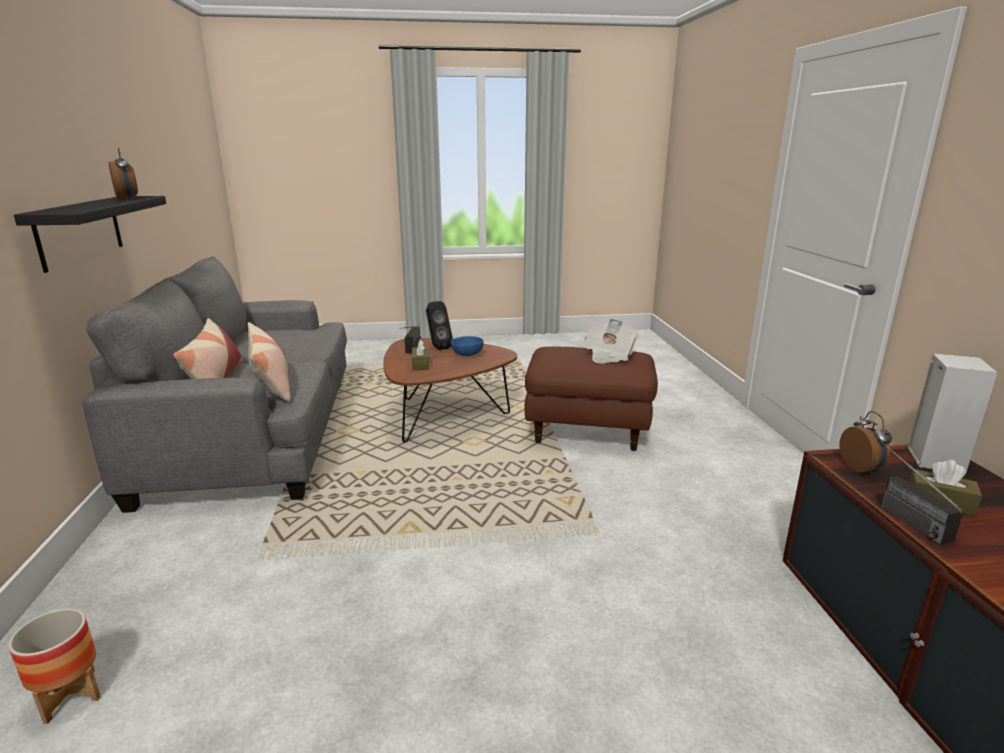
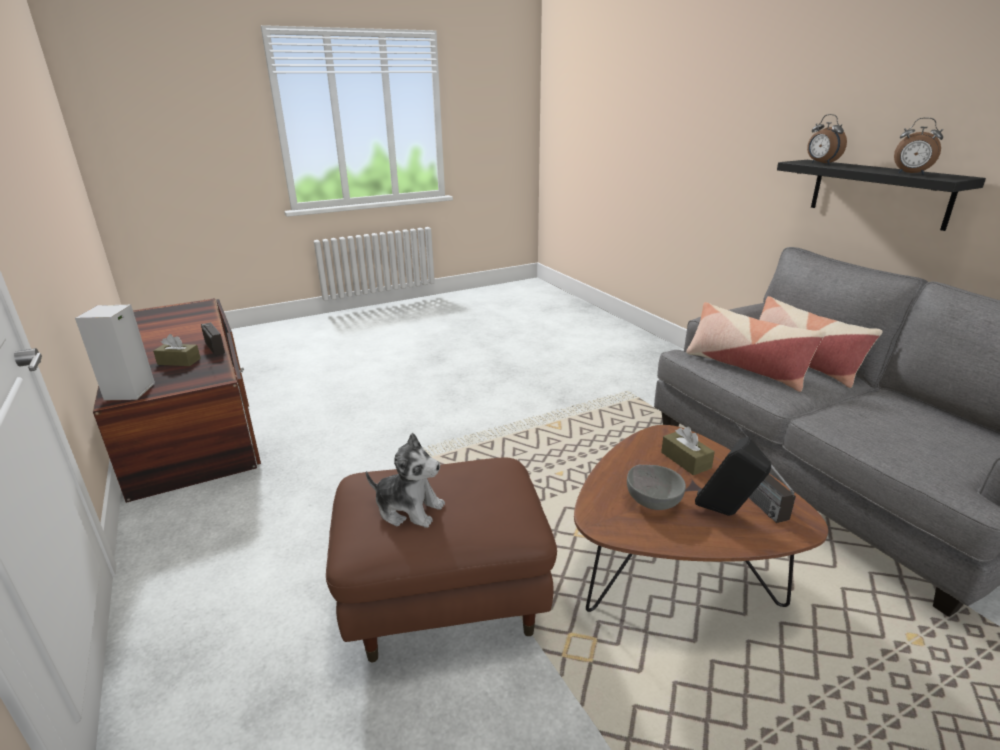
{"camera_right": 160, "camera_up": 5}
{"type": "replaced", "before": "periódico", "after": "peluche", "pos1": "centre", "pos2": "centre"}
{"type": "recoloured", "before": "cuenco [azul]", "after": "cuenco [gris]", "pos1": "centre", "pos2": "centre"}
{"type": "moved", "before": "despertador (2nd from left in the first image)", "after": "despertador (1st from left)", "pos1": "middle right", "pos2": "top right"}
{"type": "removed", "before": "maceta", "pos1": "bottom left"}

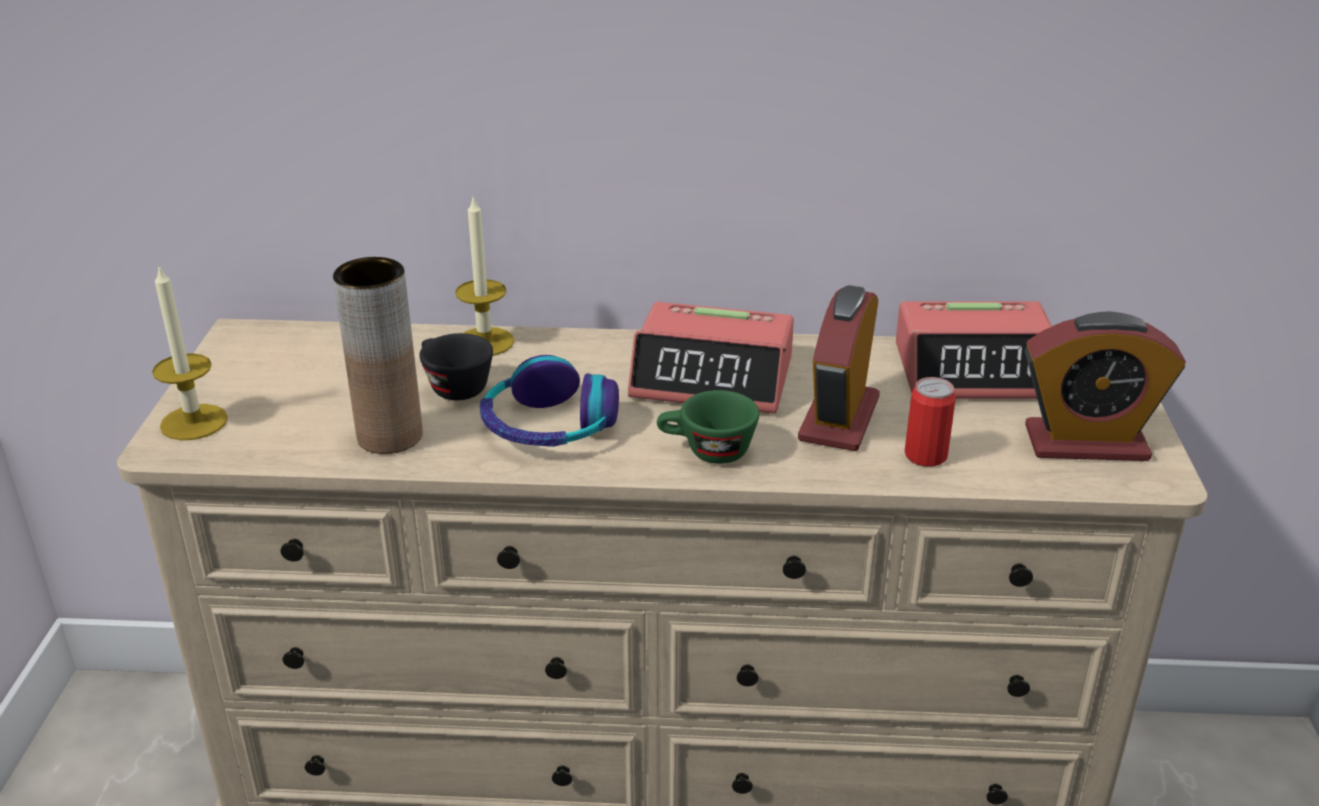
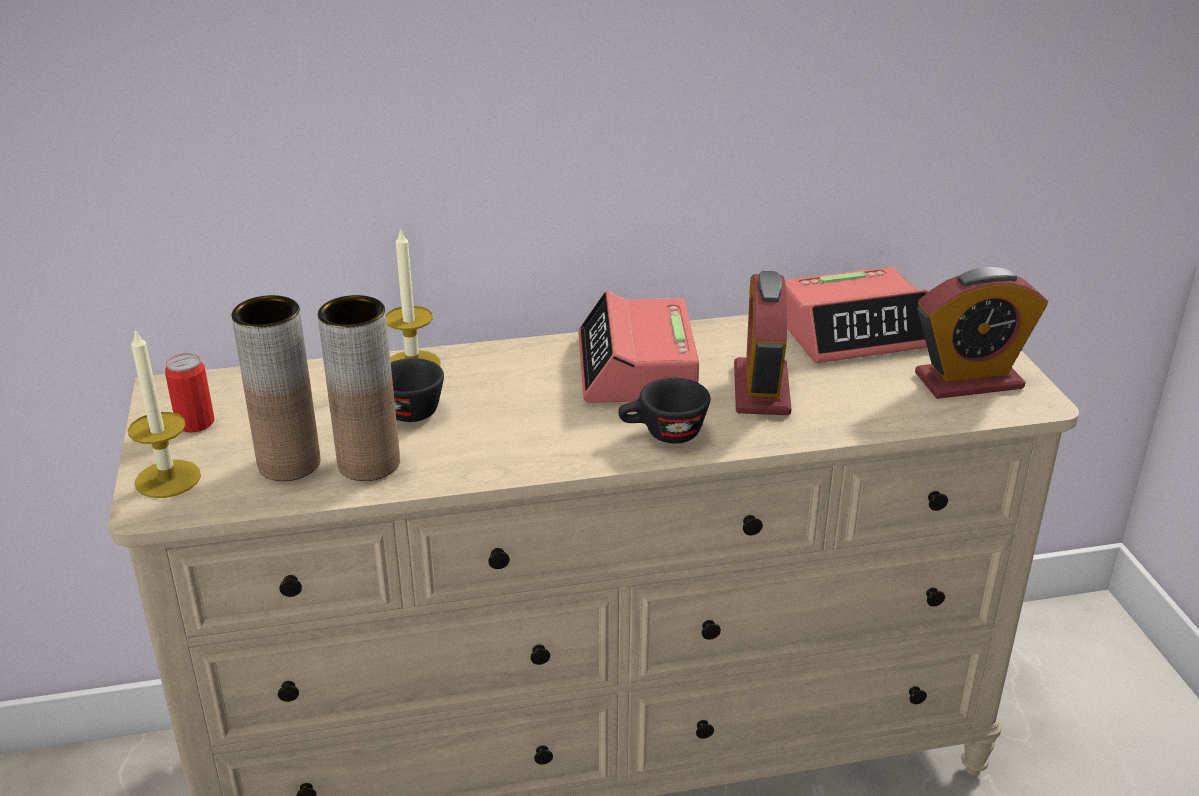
{"camera_right": -15, "camera_up": 0}
{"type": "turned", "before": "despertador (1st from left)", "pos1": "centre", "pos2": "centre", "turn": 90}
{"type": "removed", "before": "auriculares", "pos1": "centre"}
{"type": "moved", "before": "lata", "pos1": "middle right", "pos2": "middle left"}
{"type": "recoloured", "before": "taza [verde]", "after": "taza [negro] (2nd from left)", "pos1": "centre", "pos2": "centre"}
{"type": "added", "after": "florero [marrón] (1st from left)", "pos2": "middle left"}

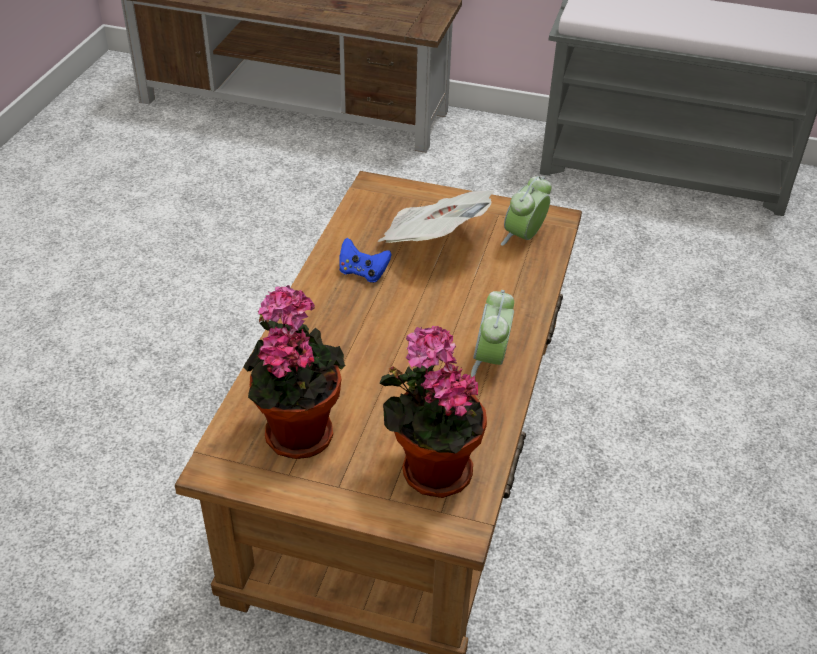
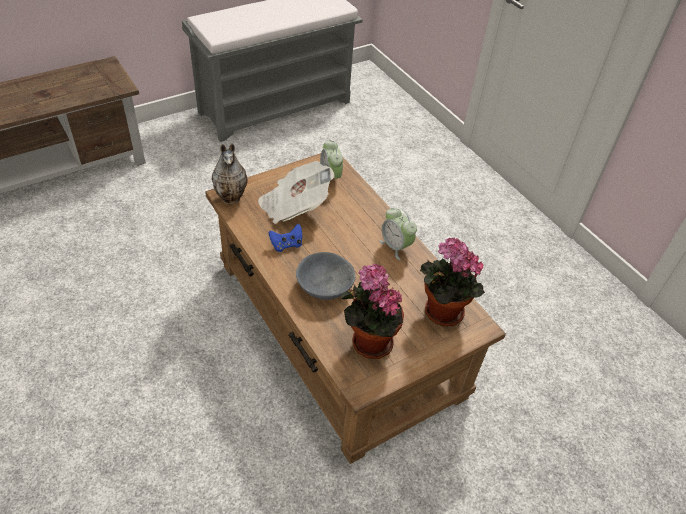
{"camera_right": -50, "camera_up": 5}
{"type": "added", "after": "florero", "pos2": "centre"}
{"type": "added", "after": "cuenco [gris]", "pos2": "centre"}

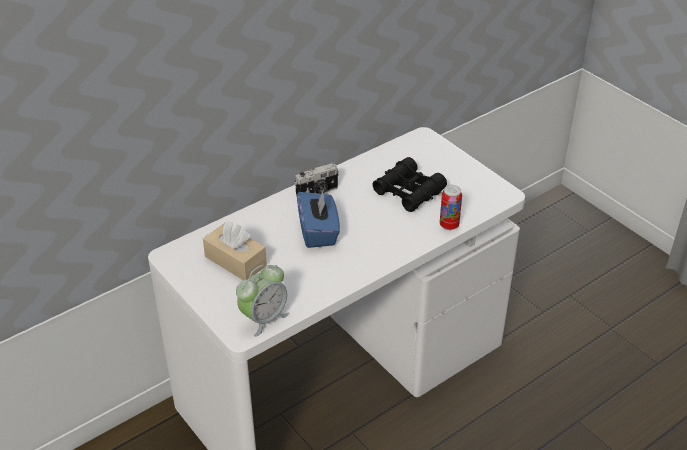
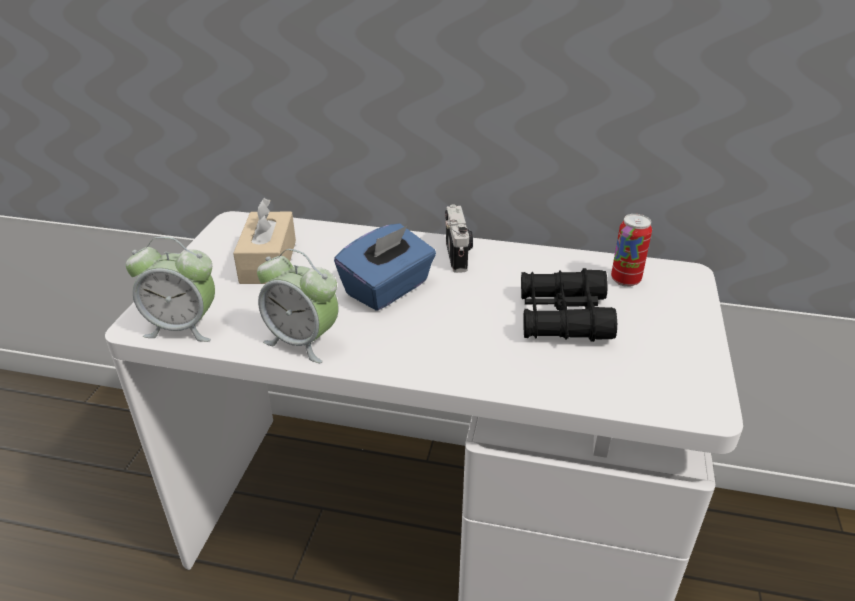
{"camera_right": 50, "camera_up": -5}
{"type": "turned", "before": "cámara", "pos1": "centre", "pos2": "centre", "turn": -120}
{"type": "moved", "before": "lata", "pos1": "centre", "pos2": "middle right"}
{"type": "added", "after": "despertador (2nd from left)", "pos2": "centre"}

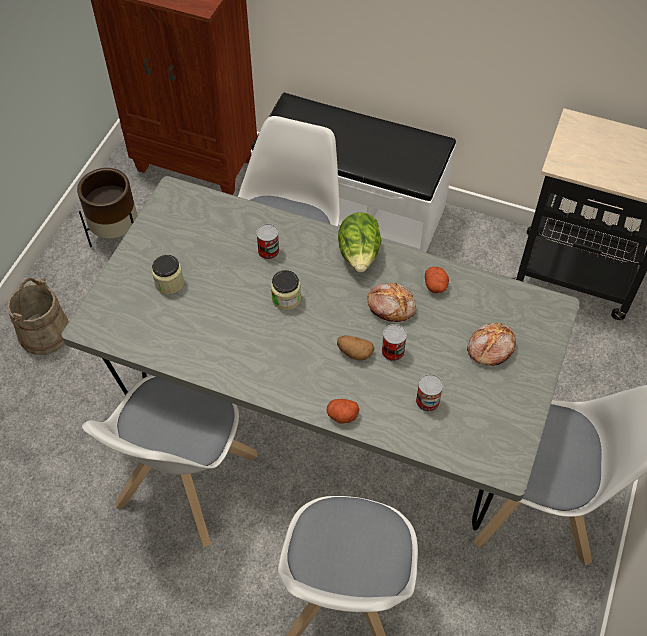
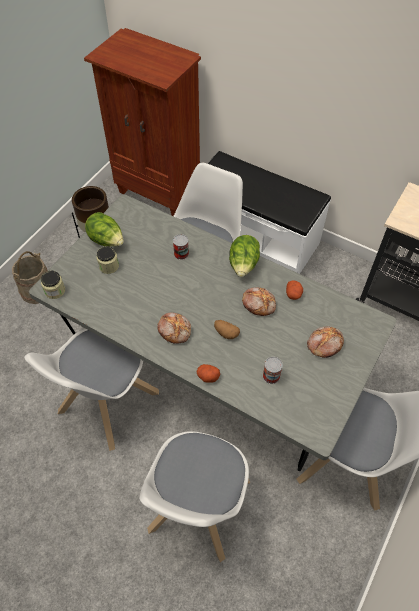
{"camera_right": 10, "camera_up": 0}
{"type": "moved", "before": "tarro (2nd from left in the first image)", "after": "tarro (1st from left)", "pos1": "centre", "pos2": "middle left"}
{"type": "removed", "before": "lata (2nd from left)", "pos1": "centre"}
{"type": "added", "after": "lechuga (1st from left)", "pos2": "middle left"}
{"type": "added", "after": "pan (1st from left)", "pos2": "centre"}

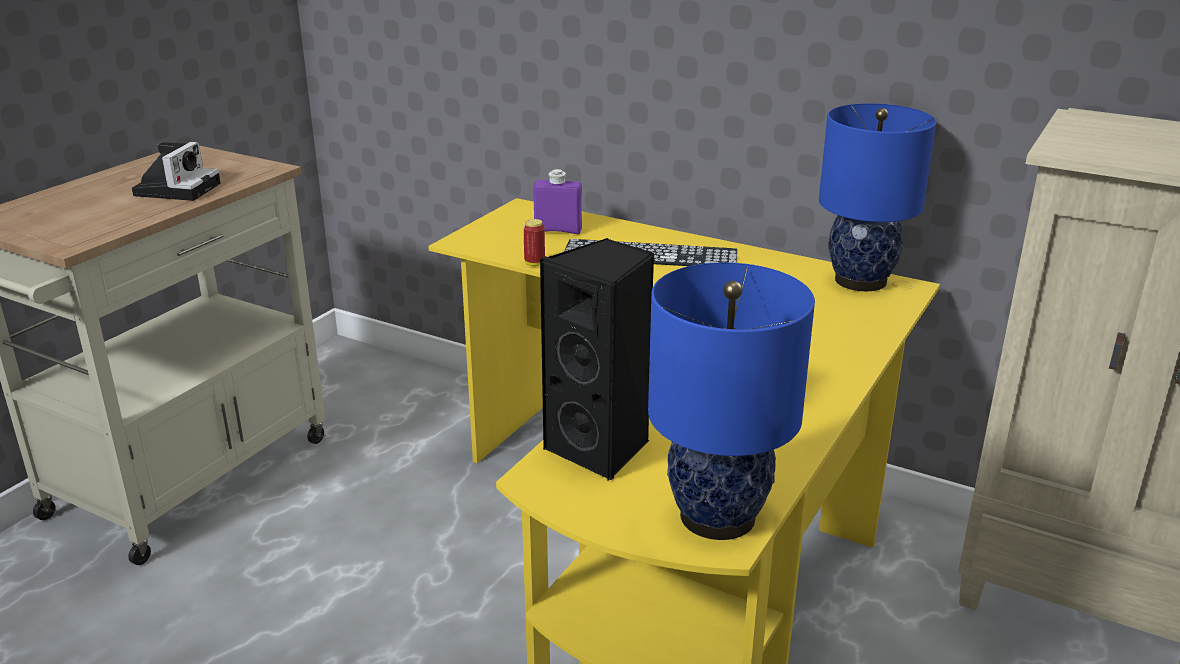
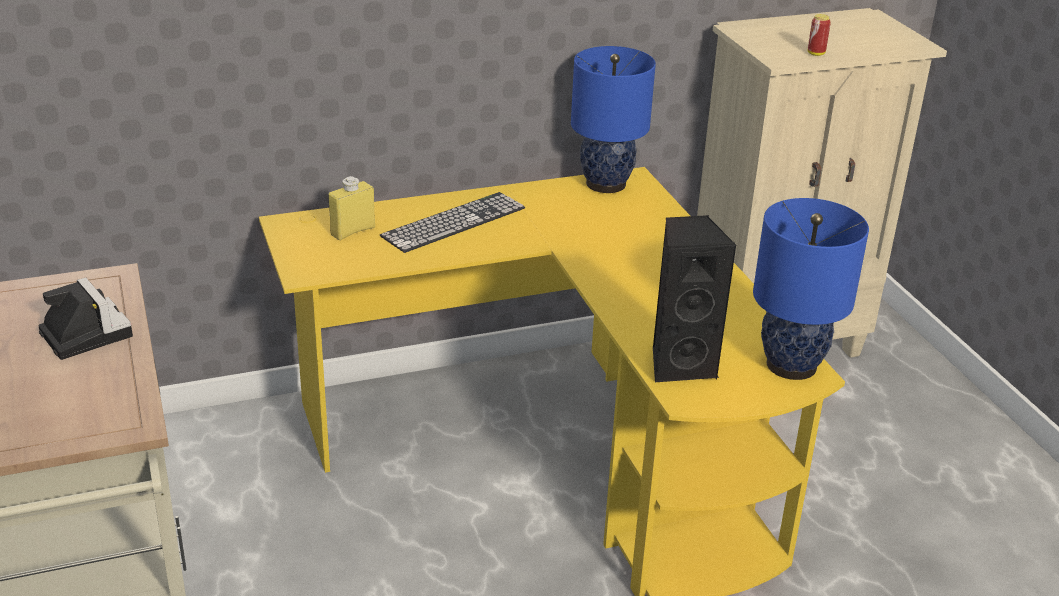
{"camera_right": -50, "camera_up": 5}
{"type": "recoloured", "before": "botella [morado]", "after": "botella [amarillo]", "pos1": "top centre", "pos2": "middle left"}
{"type": "moved", "before": "lata", "pos1": "centre", "pos2": "top right"}

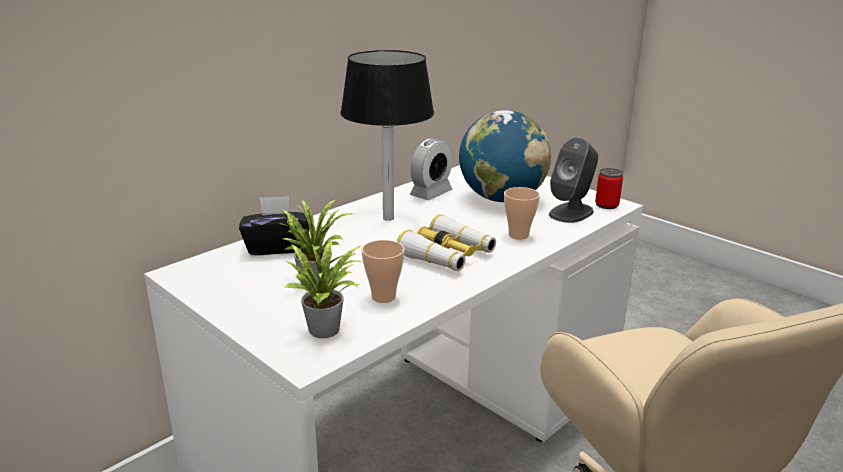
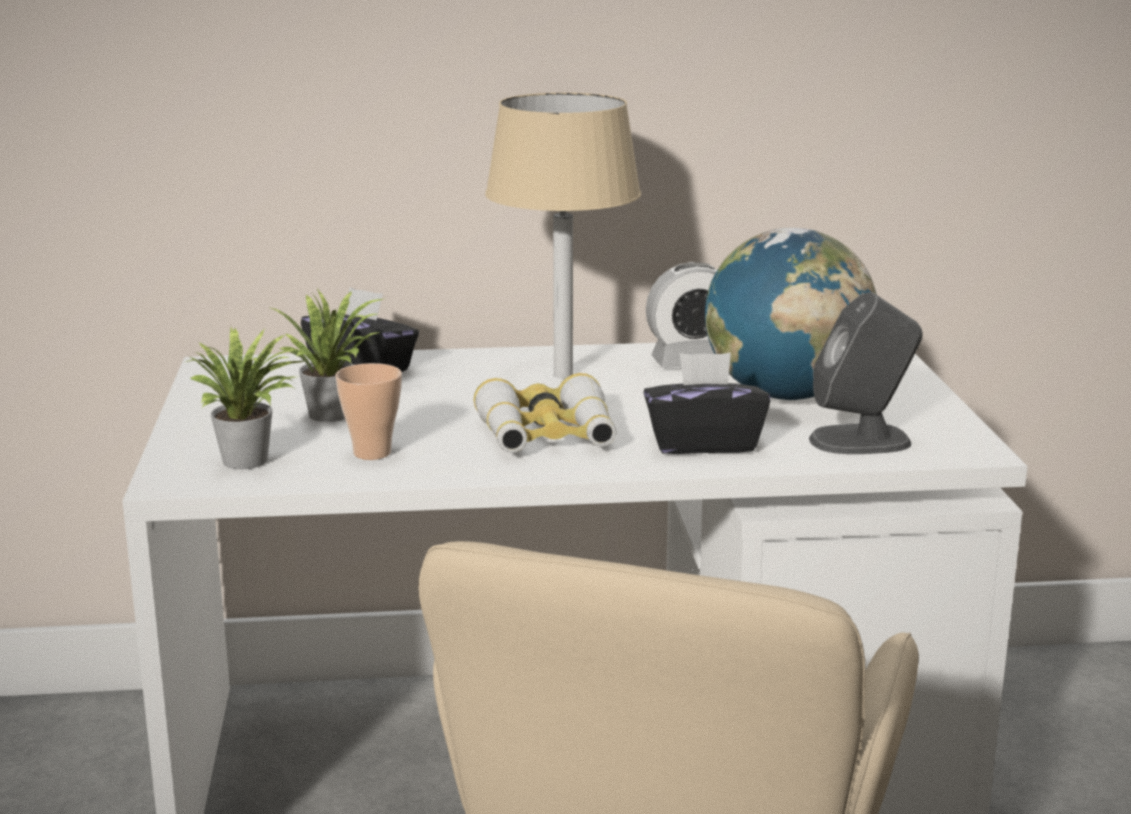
{"camera_right": 40, "camera_up": -5}
{"type": "recoloured", "before": "lámpara de mesa [negro]", "after": "lámpara de mesa [beis]", "pos1": "top centre", "pos2": "top centre"}
{"type": "removed", "before": "lata", "pos1": "middle right"}
{"type": "replaced", "before": "taza (2nd from left)", "after": "caja de pañuelos [negro] (2nd from left)", "pos1": "centre", "pos2": "centre"}

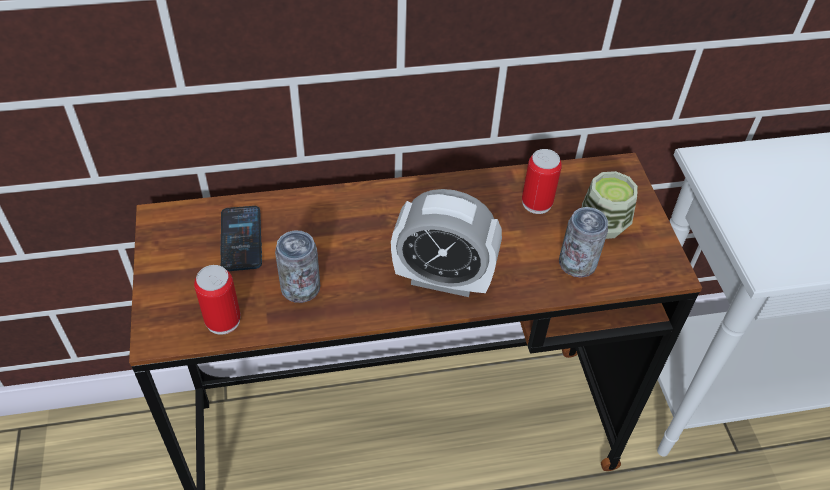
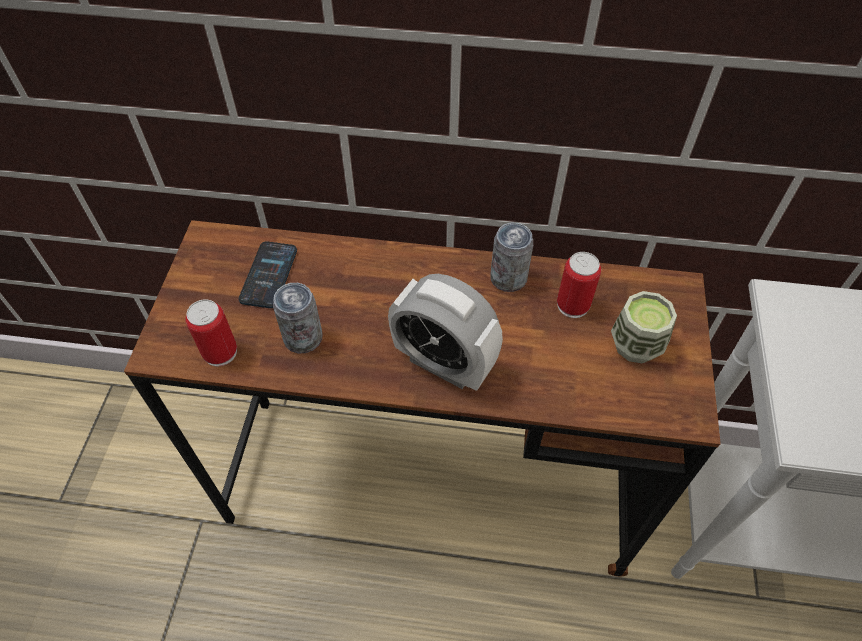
{"camera_right": 20, "camera_up": 5}
{"type": "moved", "before": "lata (4th from left in the first image)", "after": "lata (3rd from left)", "pos1": "middle right", "pos2": "centre"}

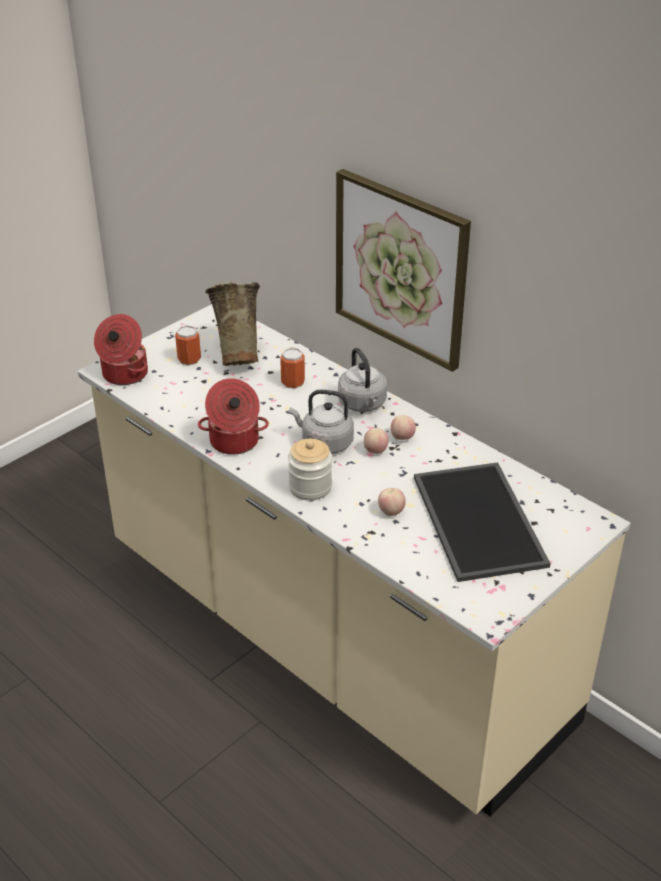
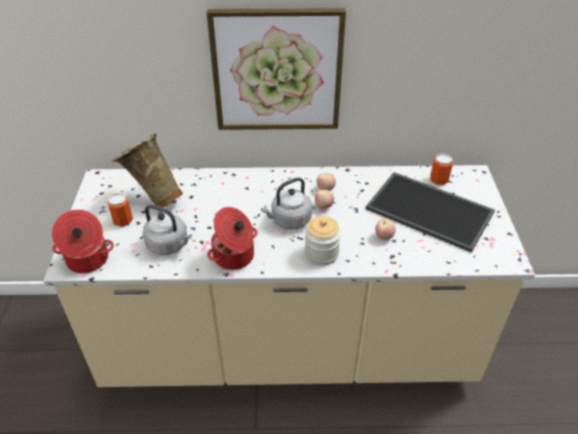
{"camera_right": -45, "camera_up": 5}
{"type": "moved", "before": "lata (2nd from left)", "pos1": "centre", "pos2": "middle right"}
{"type": "moved", "before": "hervidor [gris] (2nd from left in the first image)", "after": "hervidor [gris] (1st from left)", "pos1": "centre", "pos2": "middle left"}

